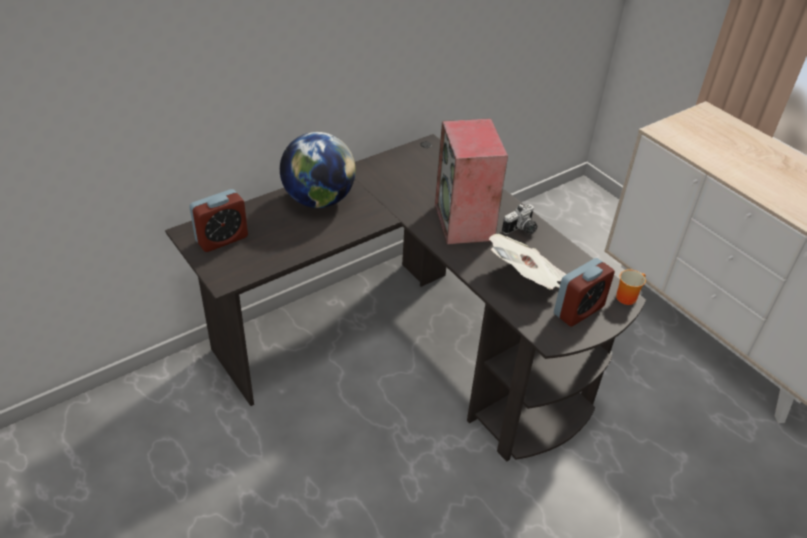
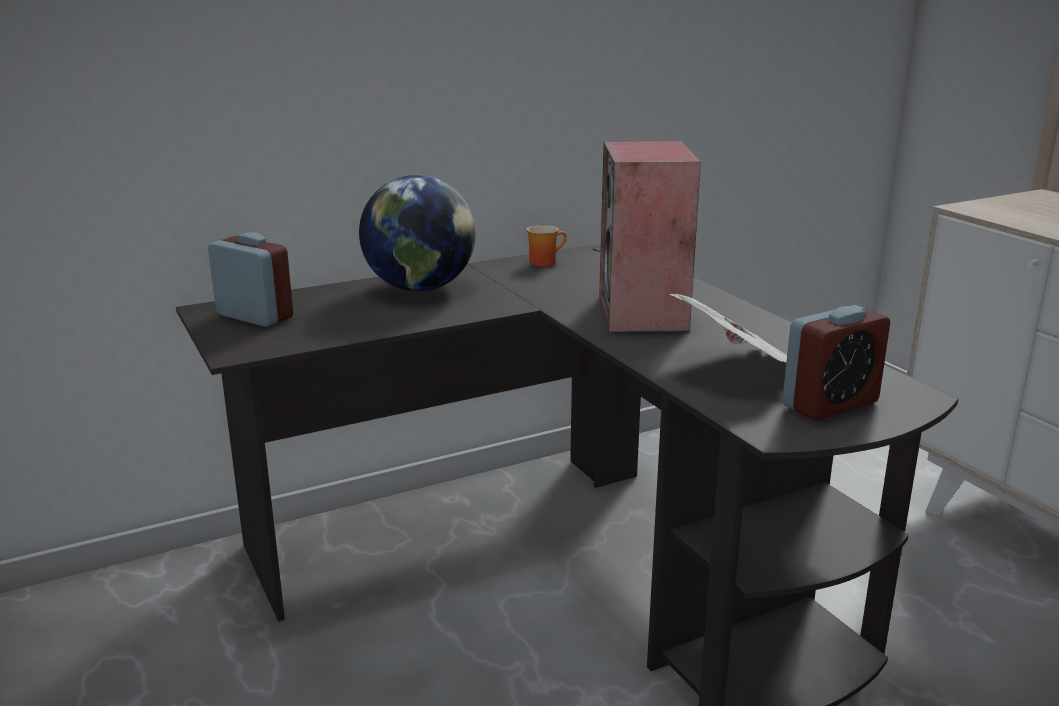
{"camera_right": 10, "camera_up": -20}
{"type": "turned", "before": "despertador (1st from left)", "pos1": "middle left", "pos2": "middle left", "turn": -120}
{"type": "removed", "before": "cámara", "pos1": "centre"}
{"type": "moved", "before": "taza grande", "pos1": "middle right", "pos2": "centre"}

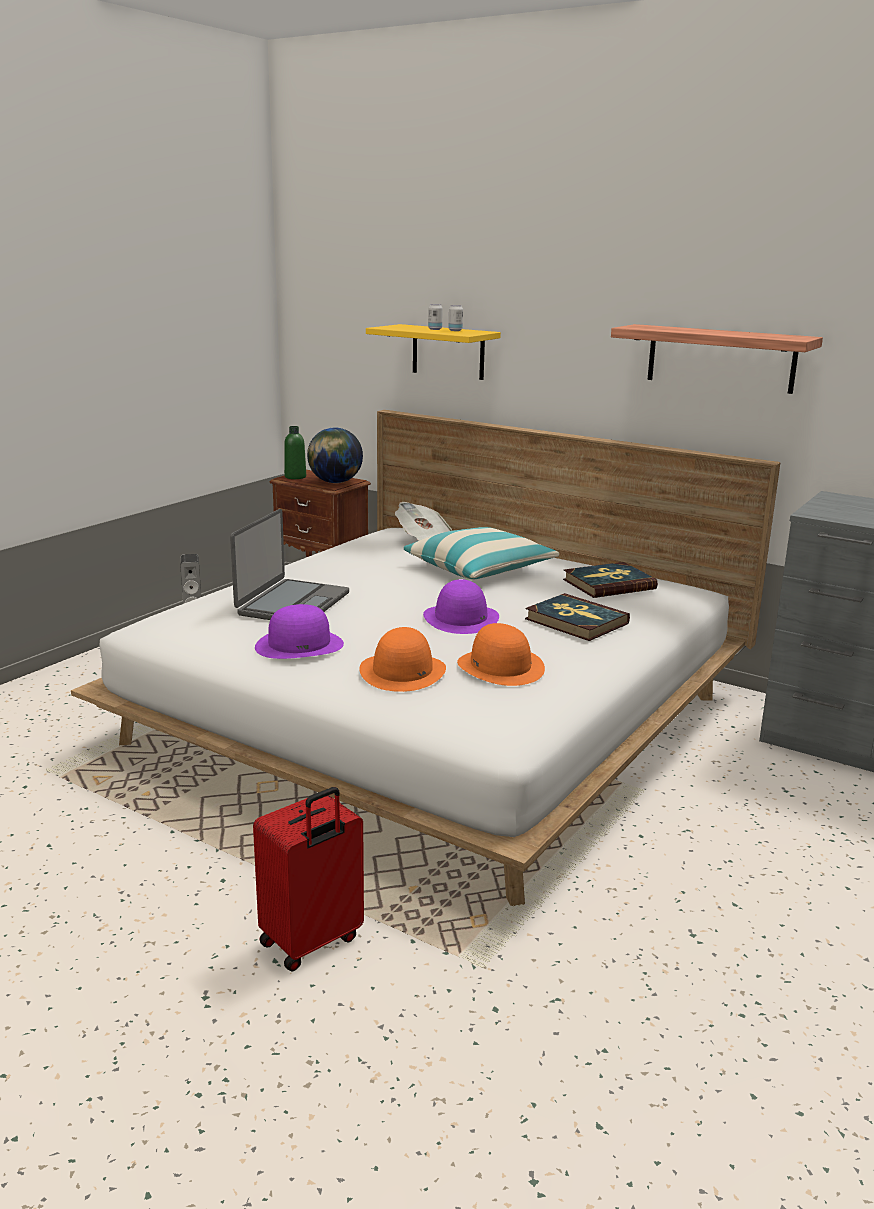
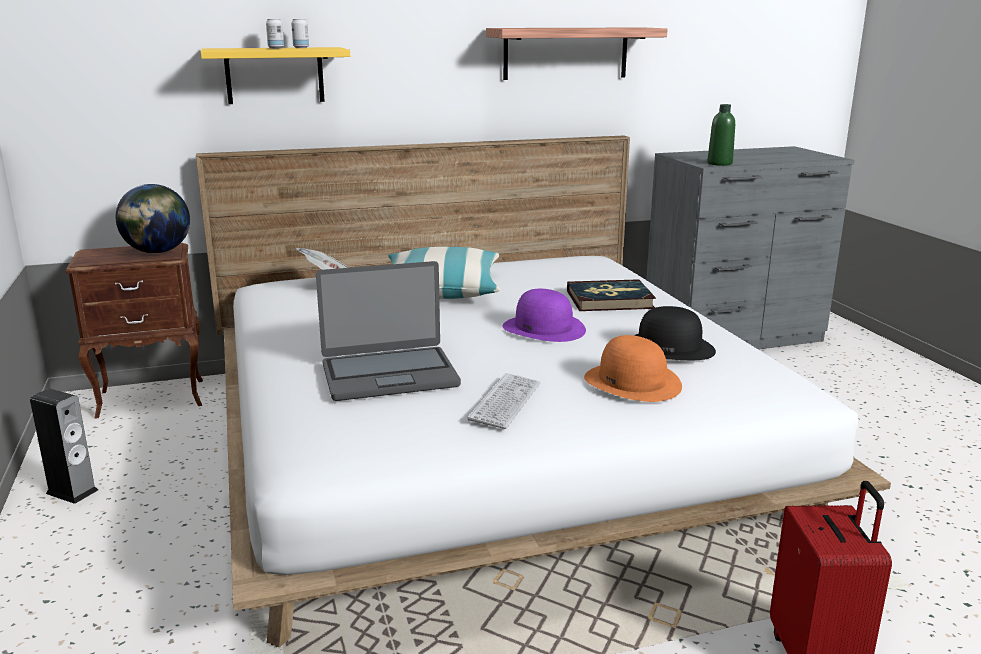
{"camera_right": -50, "camera_up": 0}
{"type": "moved", "before": "botella [verde]", "pos1": "centre", "pos2": "top right"}
{"type": "turned", "before": "portátil", "pos1": "middle left", "pos2": "centre", "turn": 105}
{"type": "removed", "before": "libro (2nd from left)", "pos1": "middle right"}
{"type": "replaced", "before": "sombrero [morado] (1st from left)", "after": "teclado", "pos1": "centre", "pos2": "centre"}
{"type": "recoloured", "before": "sombrero [naranja] (2nd from left)", "after": "sombrero [negro]", "pos1": "centre", "pos2": "middle right"}

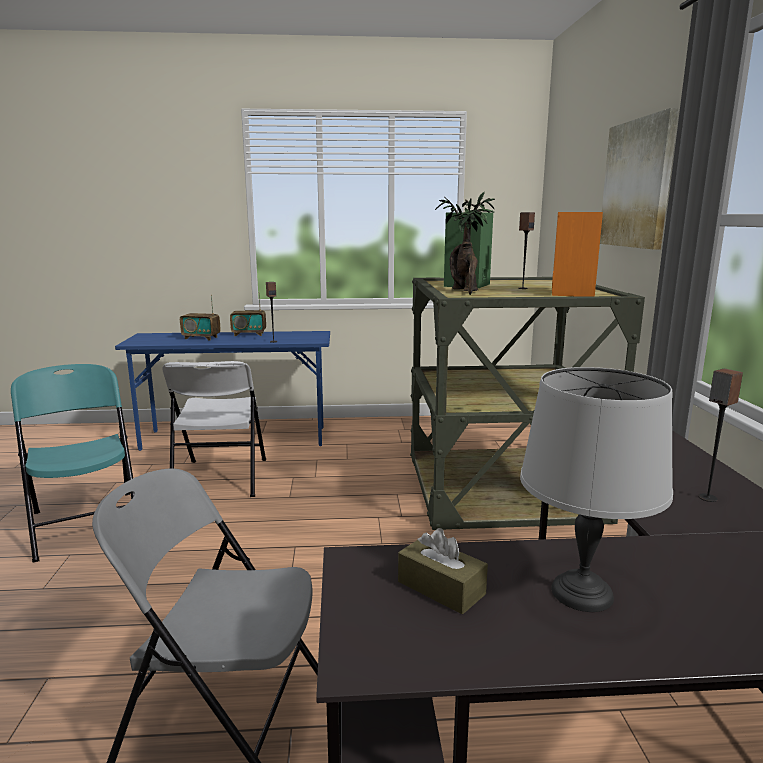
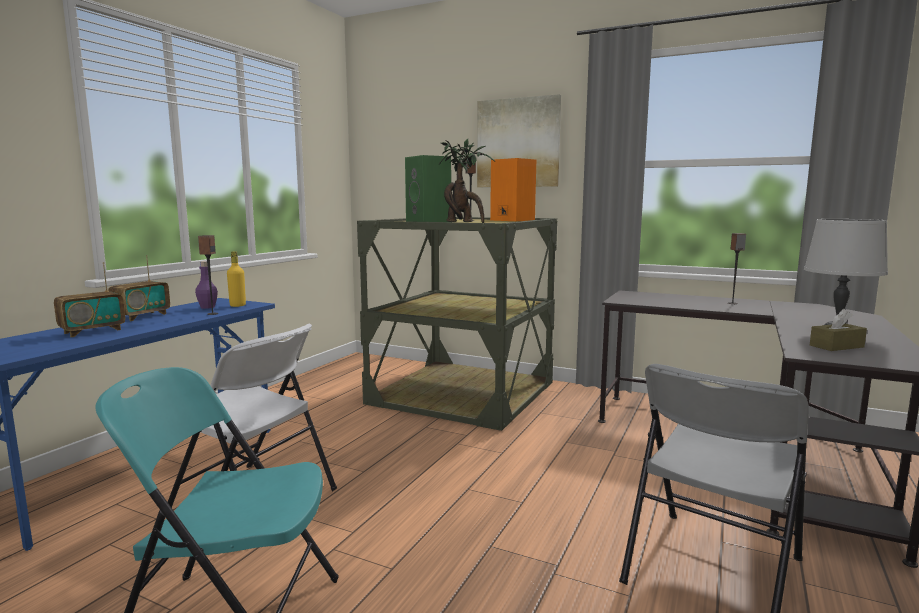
{"camera_right": -60, "camera_up": -5}
{"type": "added", "after": "botella [amarillo]", "pos2": "middle left"}
{"type": "added", "after": "botella [morado]", "pos2": "middle left"}

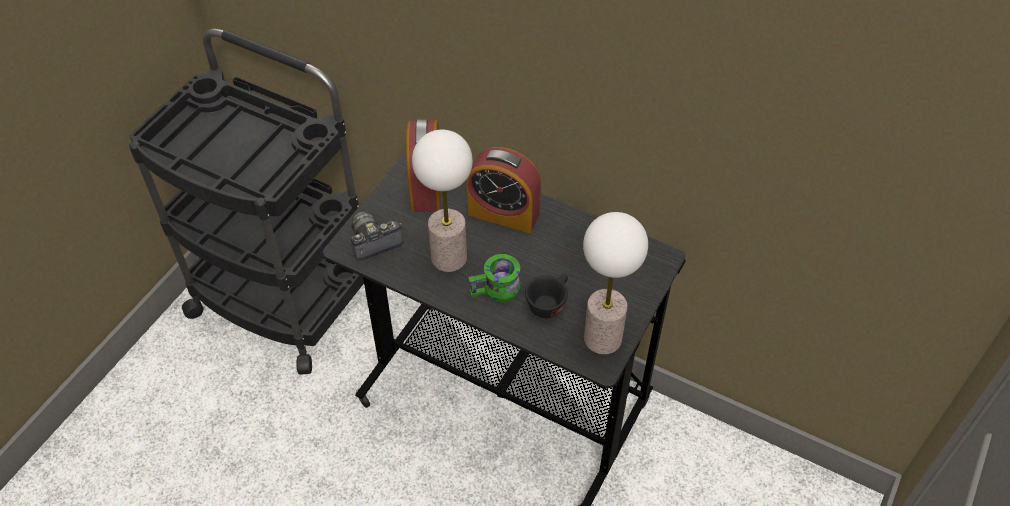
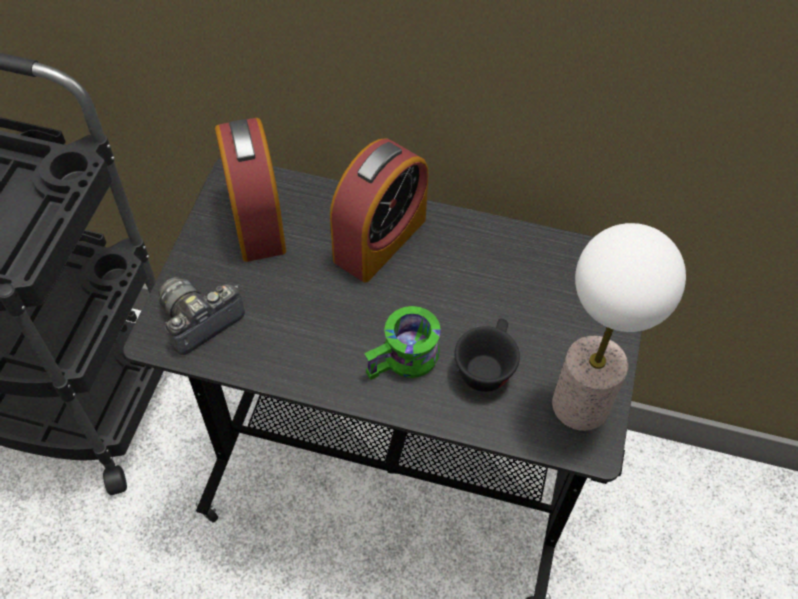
{"camera_right": -15, "camera_up": 5}
{"type": "removed", "before": "lámpara de mesa (1st from left)", "pos1": "centre"}
{"type": "turned", "before": "despertador (2nd from left)", "pos1": "centre", "pos2": "centre", "turn": -60}

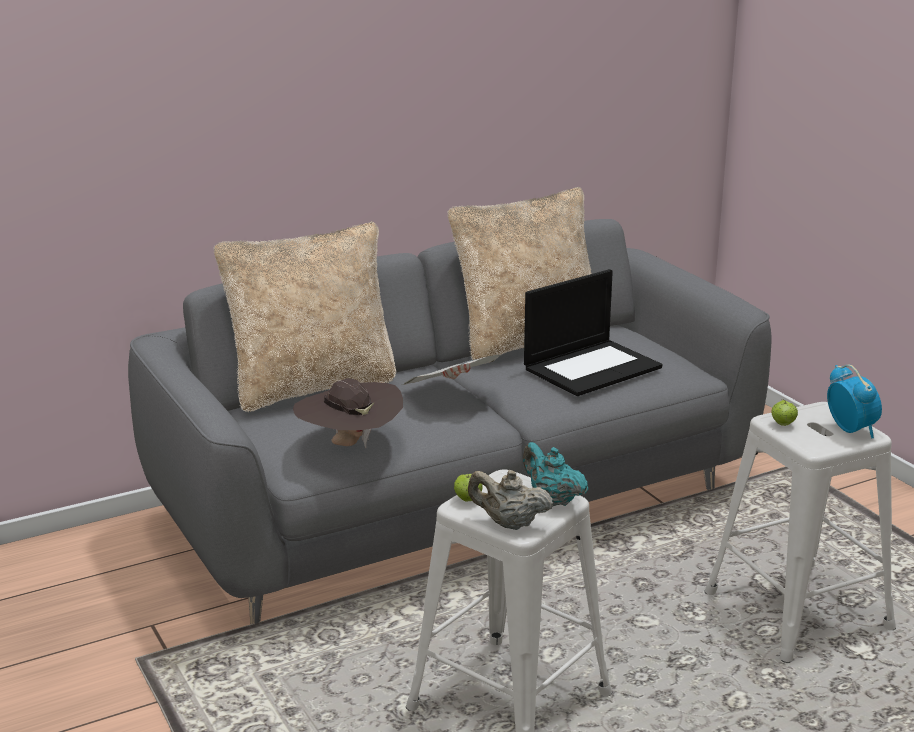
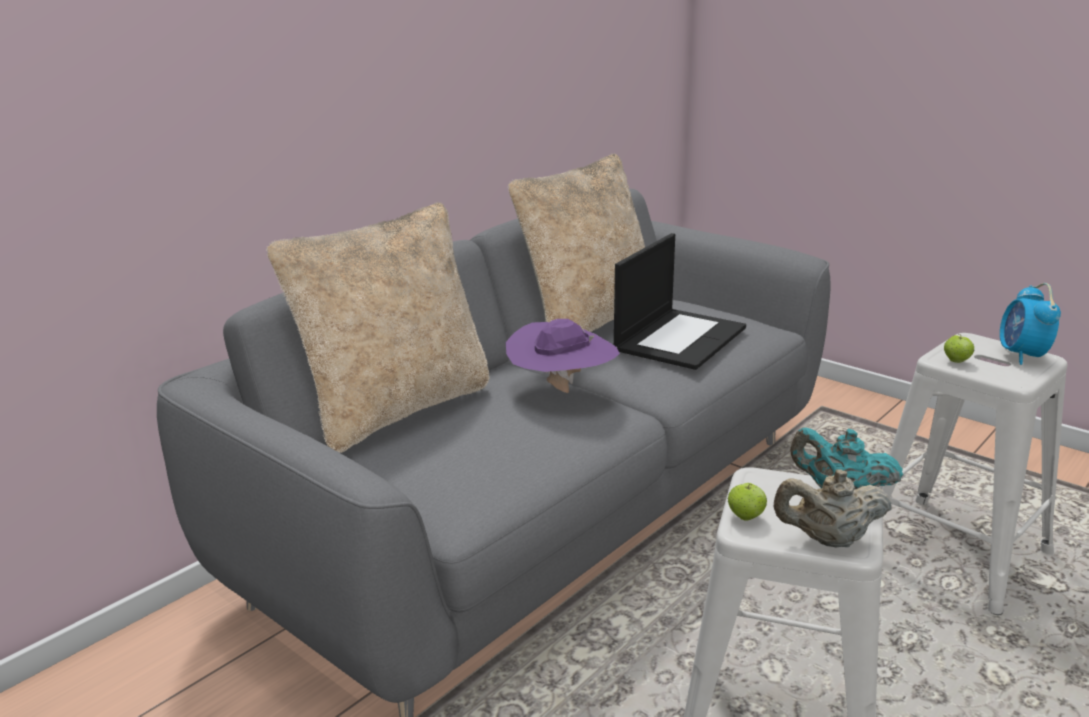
{"camera_right": -20, "camera_up": 0}
{"type": "replaced", "before": "periódico", "after": "sombrero [morado]", "pos1": "centre", "pos2": "centre"}
{"type": "turned", "before": "despertador", "pos1": "middle right", "pos2": "middle right", "turn": -135}
{"type": "removed", "before": "sombrero [marrón]", "pos1": "centre"}

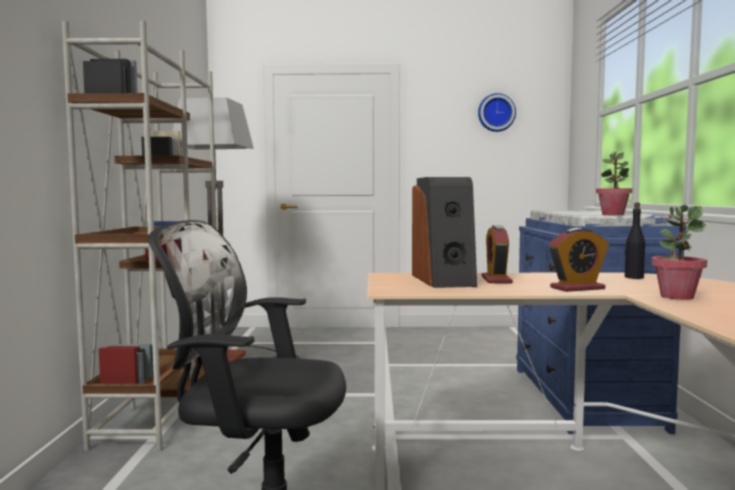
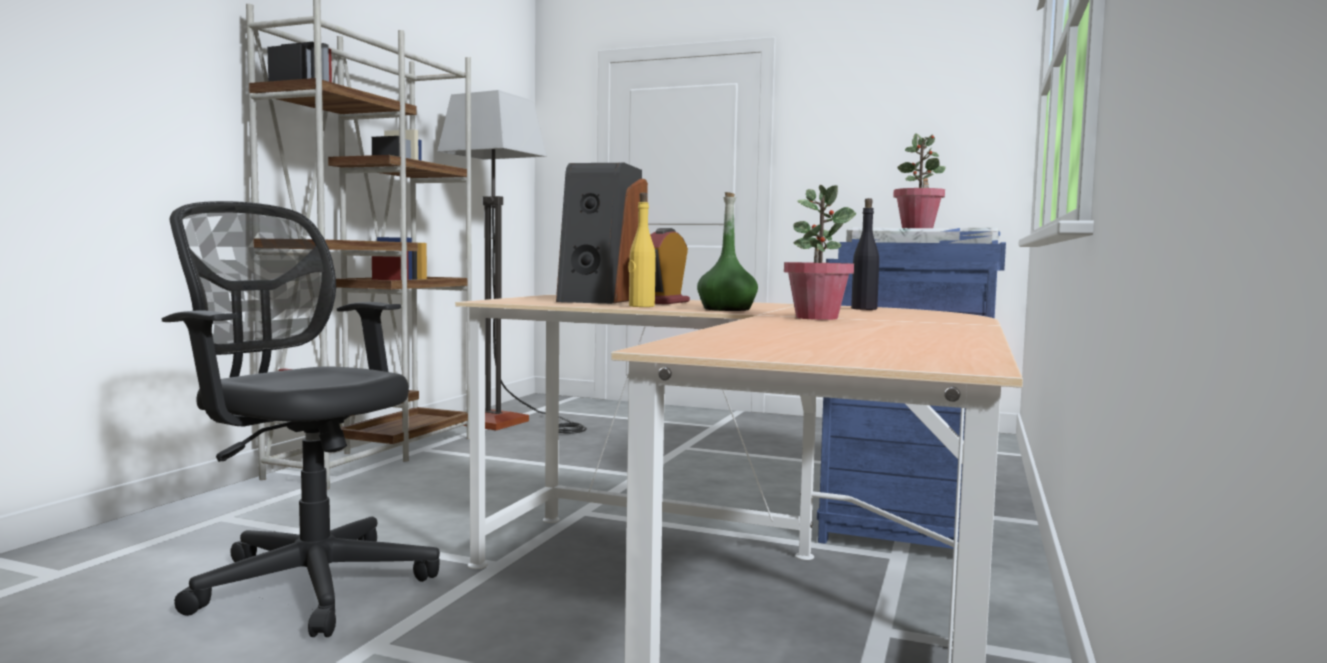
{"camera_right": 20, "camera_up": 0}
{"type": "removed", "before": "reloj de pared", "pos1": "top right"}
{"type": "replaced", "before": "despertador (2nd from left)", "after": "botella [verde]", "pos1": "middle right", "pos2": "centre"}
{"type": "added", "after": "botella [amarillo]", "pos2": "centre"}

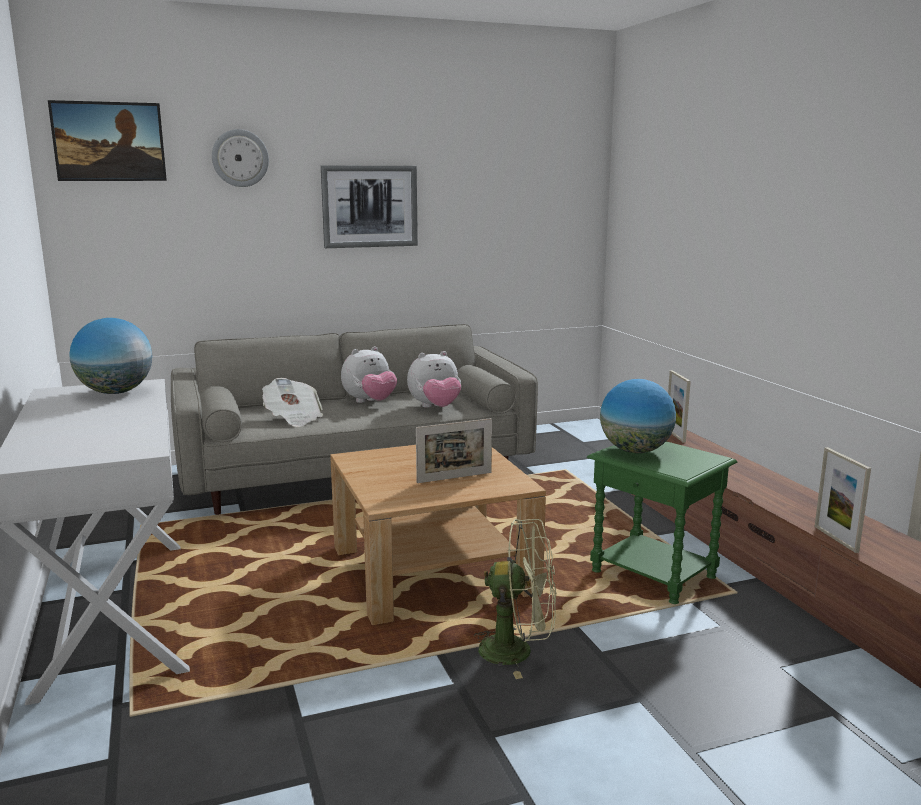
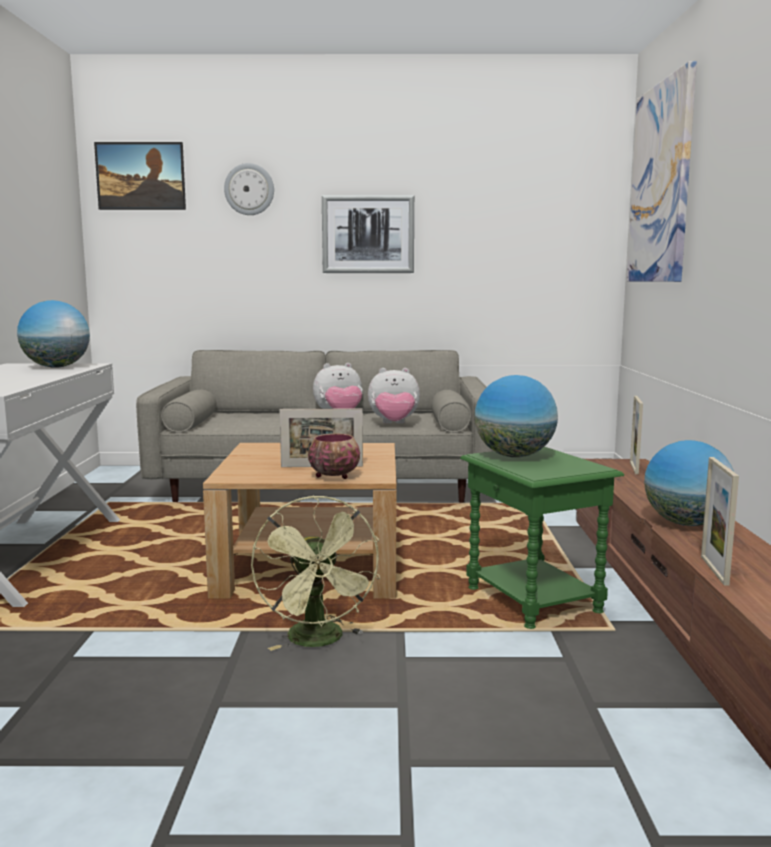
{"camera_right": 20, "camera_up": -5}
{"type": "removed", "before": "periódico", "pos1": "middle left"}
{"type": "turned", "before": "ventilador [verde]", "pos1": "bottom centre", "pos2": "bottom centre", "turn": 45}
{"type": "added", "after": "cuadro (3rd from left)", "pos2": "top right"}
{"type": "added", "after": "cuenco", "pos2": "centre"}
{"type": "added", "after": "globo terráqueo (3rd from left)", "pos2": "middle right"}

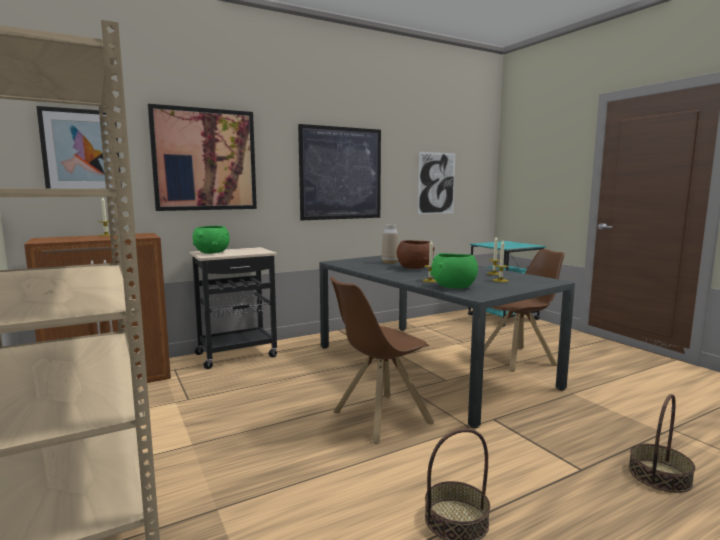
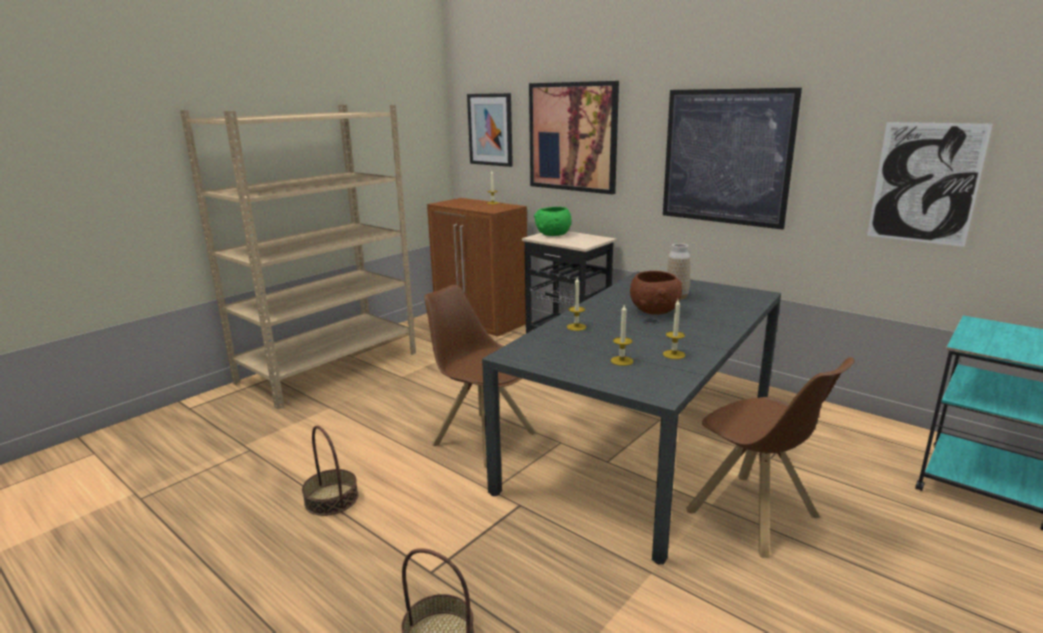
{"camera_right": 70, "camera_up": 10}
{"type": "removed", "before": "cuenco [verde] (2nd from left)", "pos1": "centre"}

